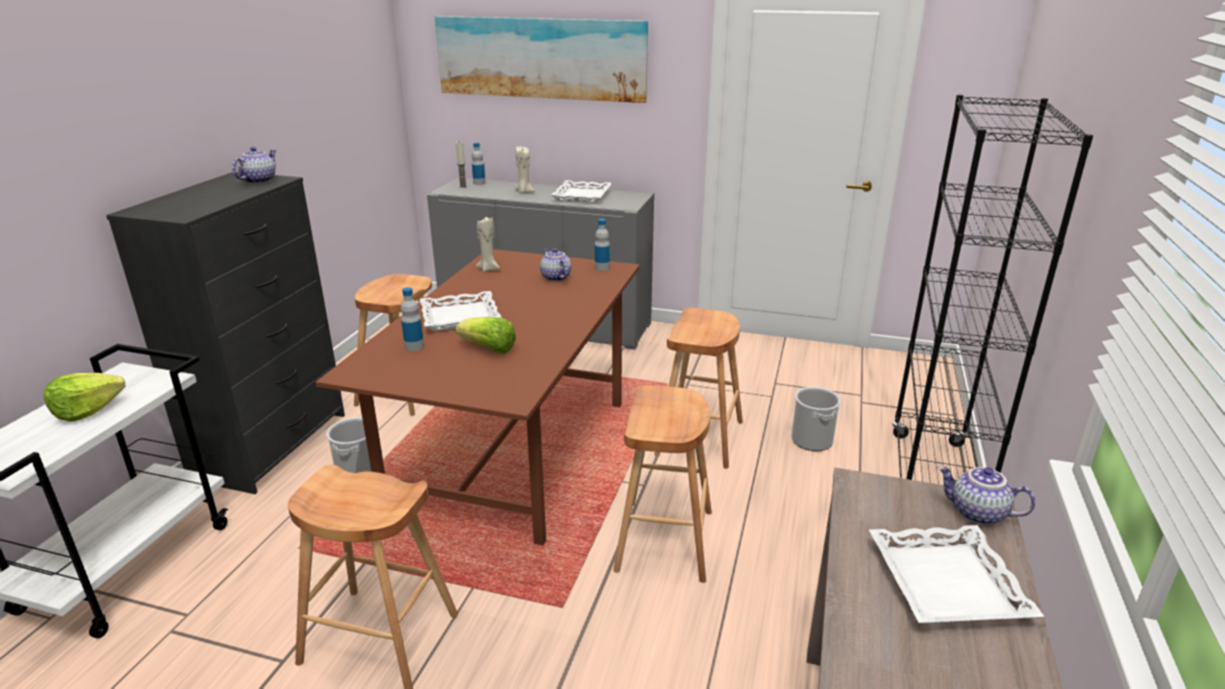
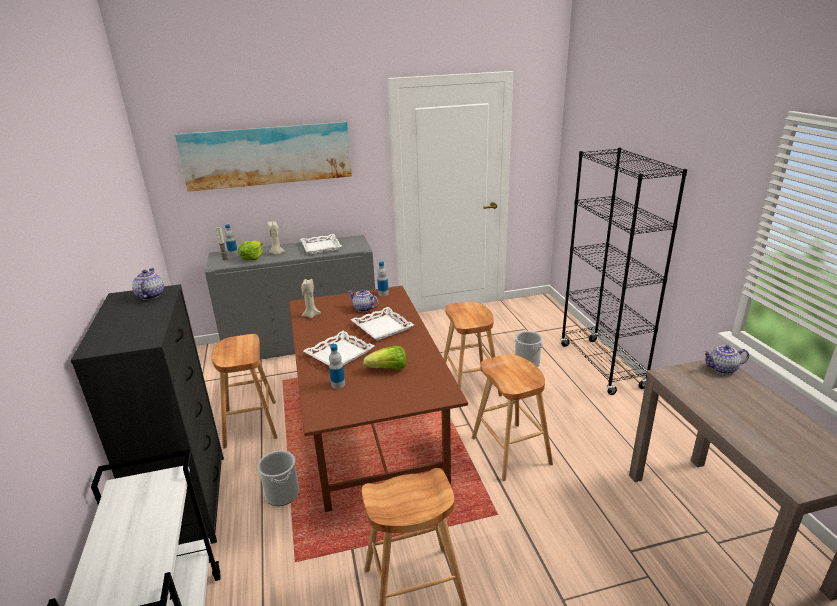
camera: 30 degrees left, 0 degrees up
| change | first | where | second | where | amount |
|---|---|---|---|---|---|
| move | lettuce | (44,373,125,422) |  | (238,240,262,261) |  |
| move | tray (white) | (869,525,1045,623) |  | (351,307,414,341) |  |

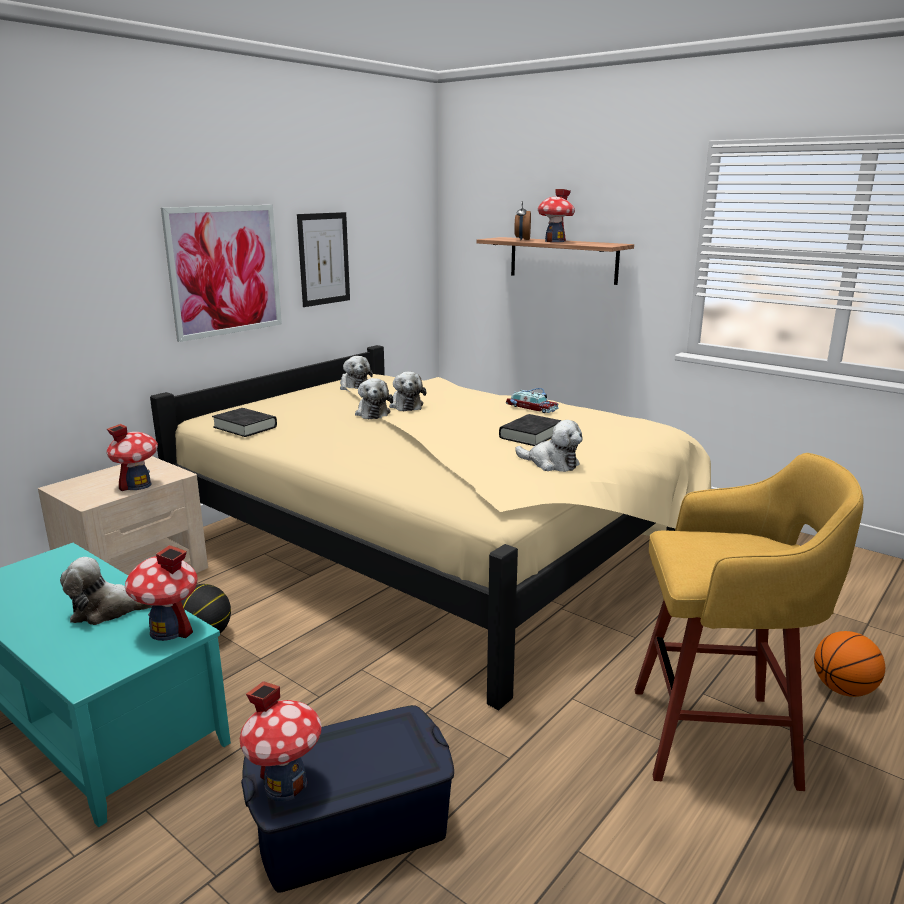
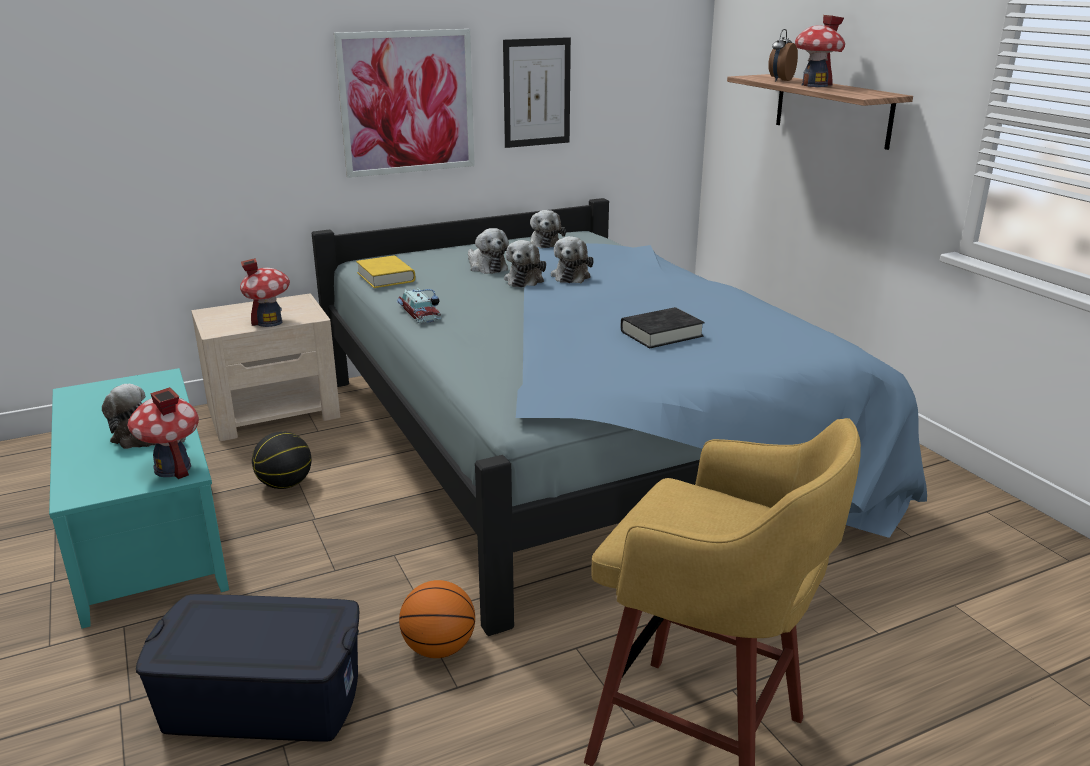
camera: 25 degrees right, 5 degrees up
| change | first | where | second | where | amount |
|---|---|---|---|---|---|
| recolor | bed (beige) | (150,345,711,710) | bed (blue) | (311,198,927,636) |  |
| recolor | book (black) | (212,408,277,437) | book (yellow) | (356,256,415,288) |  |
| delete | toy house | (240,681,321,801) |  |  |  |
| move | toy car | (506,388,559,413) |  | (397,288,441,323) |  |
| move | plush toy | (515,420,582,472) |  | (468,228,509,274) |  |
| move | basketball | (814,631,885,697) |  | (399,580,475,658) |  |

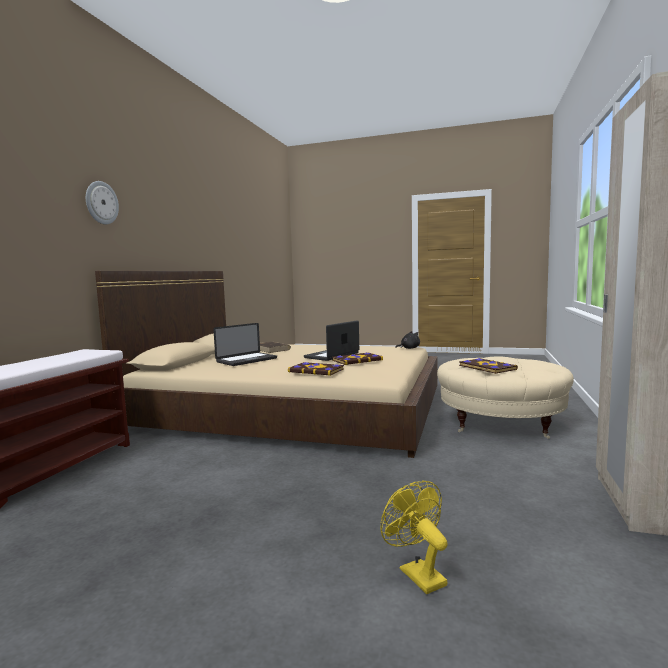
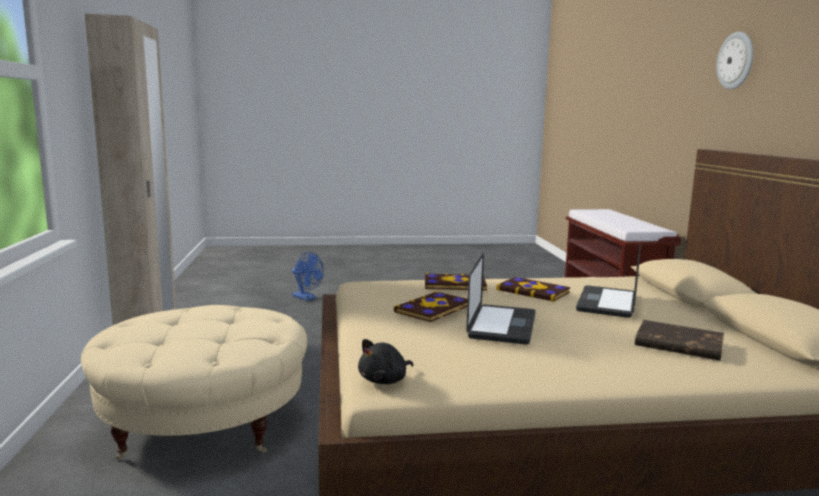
camera: 155 degrees right, 5 degrees up
| change | first | where | second | where | amount |
|---|---|---|---|---|---|
| recolor | fan (yellow) | (380,480,448,594) | fan (blue) | (292,252,324,301) |  |
| move | book | (459,358,518,374) |  | (496,277,570,302) |  |

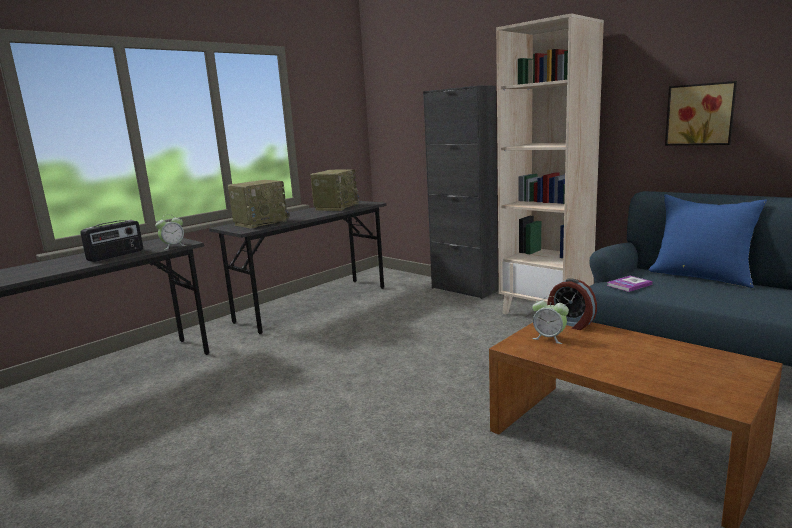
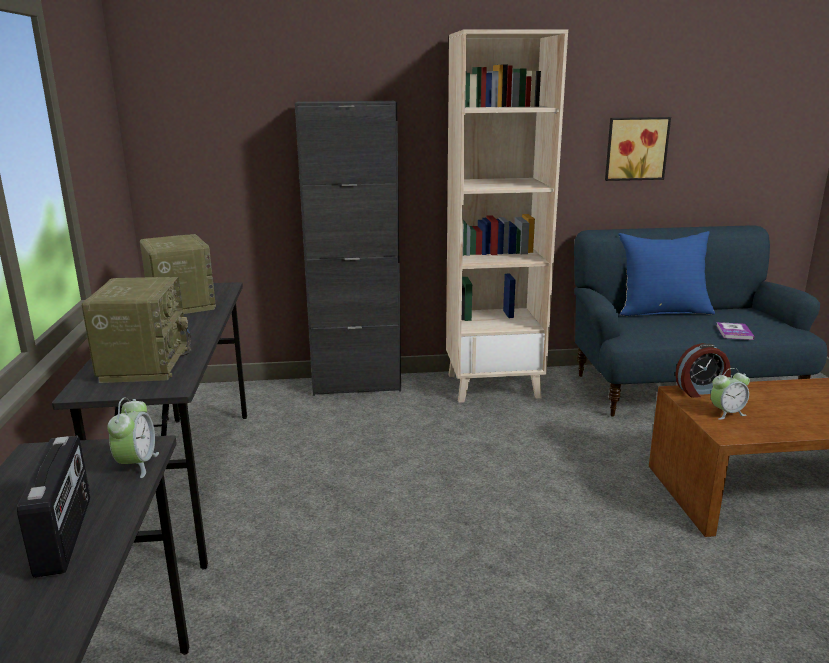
camera: 50 degrees left, 5 degrees up
| change | first | where | second | where | amount |
|---|---|---|---|---|---|
| move | book | (607,276,653,292) |  | (717,322,755,340) |  |

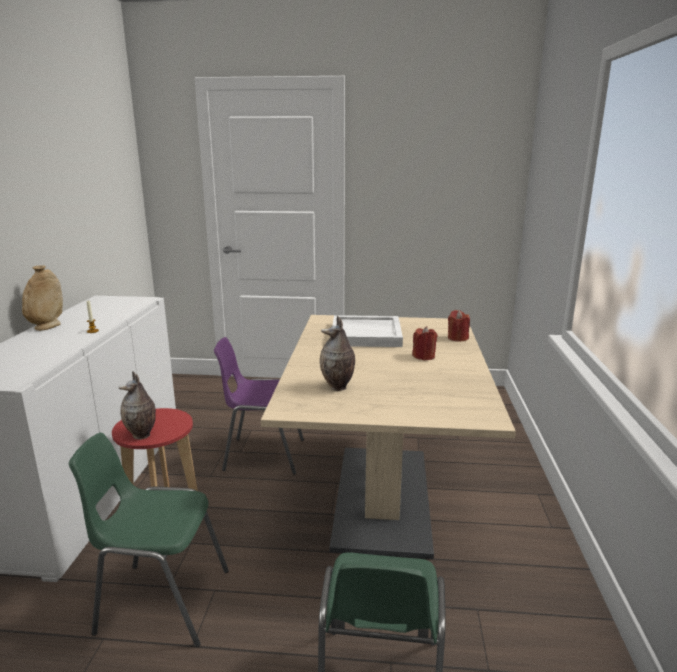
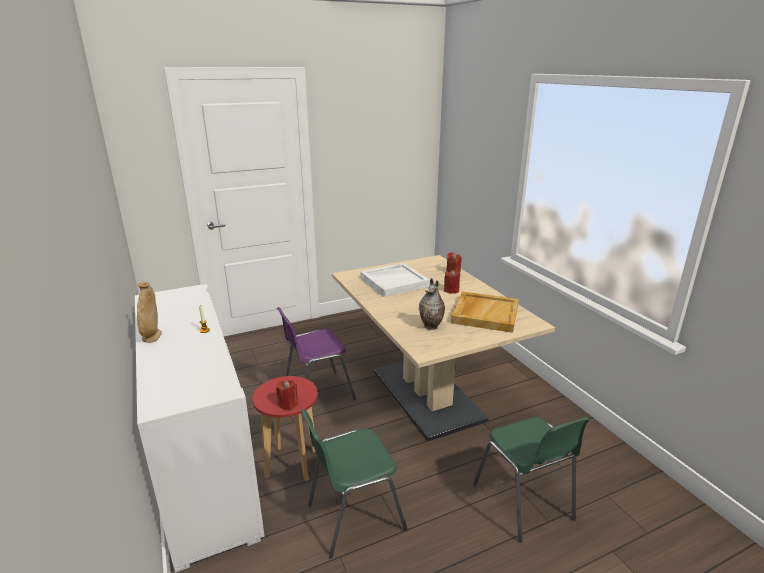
camera: 30 degrees left, 5 degrees up
| change | first | where | second | where | amount |
|---|---|---|---|---|---|
| replace | vase | (119,371,156,440) | candle (red) | (276,379,298,410) |  |
| insert |  |  | tray (beige) | (451,292,519,333) |  |

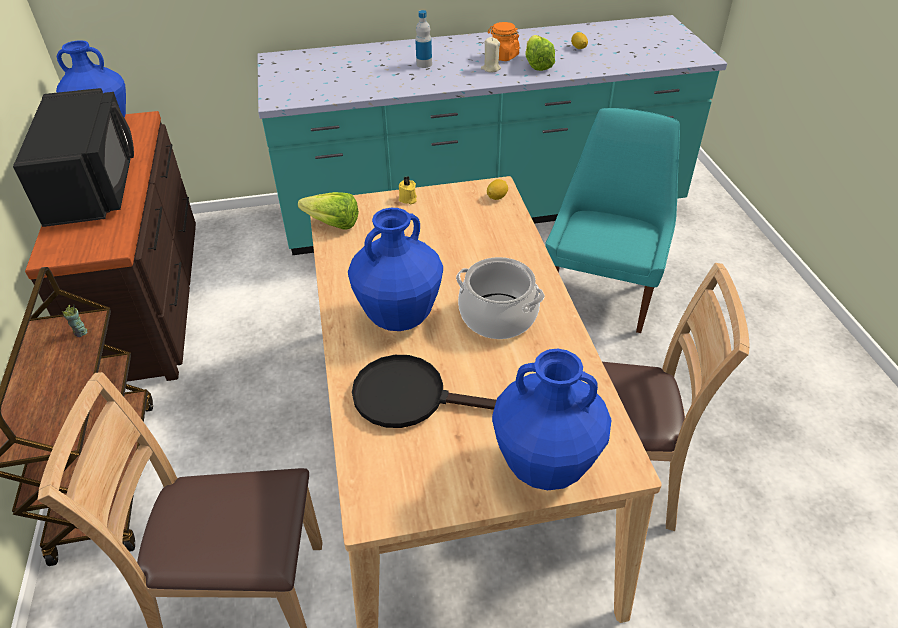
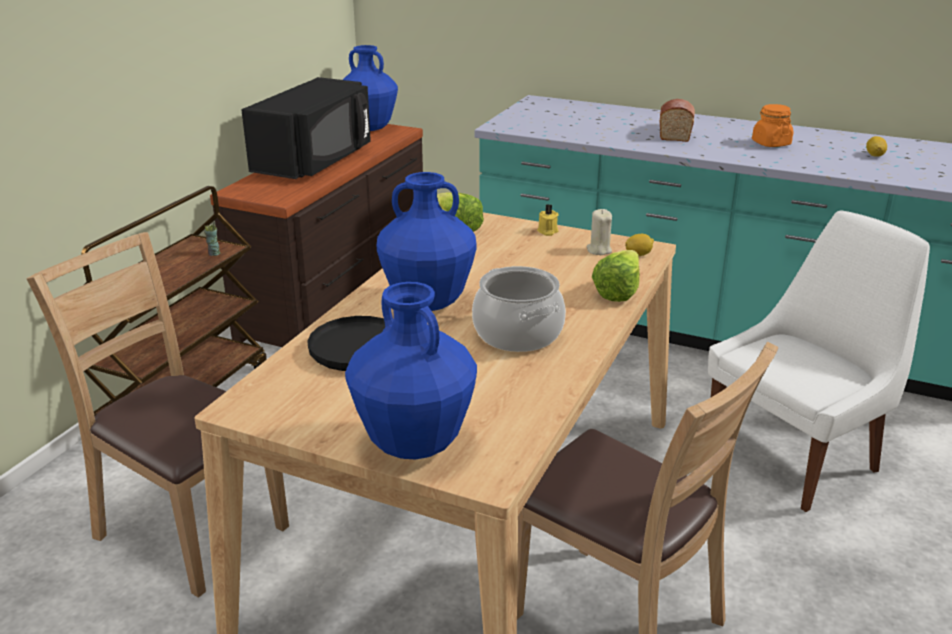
camera: 35 degrees right, 15 degrees down
| change | first | where | second | where | amount |
|---|---|---|---|---|---|
| replace | bottle | (415,10,432,68) | bread | (660,99,695,142) |  |
| move | candle (beige) | (481,37,501,72) |  | (586,209,612,255) |  |
| move | lettuce | (525,35,555,71) |  | (592,250,640,302) |  |
| recolor | chair (turquoise) | (545,108,680,333) | chair (white) | (708,211,930,512) |  |

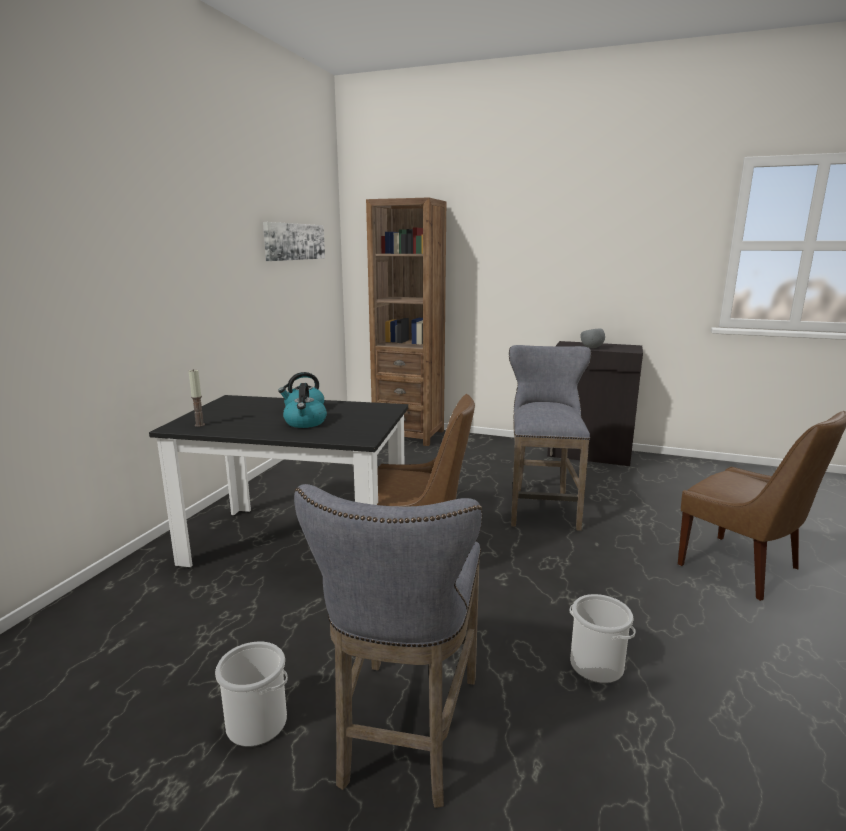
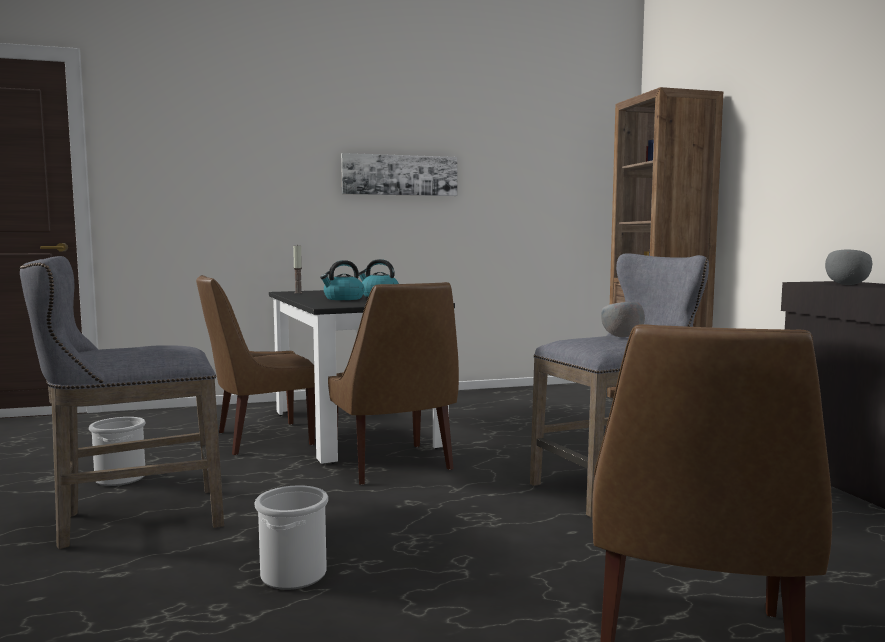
camera: 55 degrees right, 10 degrees down
| change | first | where | second | where | amount |
|---|---|---|---|---|---|
| move | picture | (263,222,325,261) |  | (341,153,457,196) |  |
| insert |  |  | chair (brown) | (196,275,315,455) |  |
| insert |  |  | bowl (grey) | (601,302,645,337) |  |

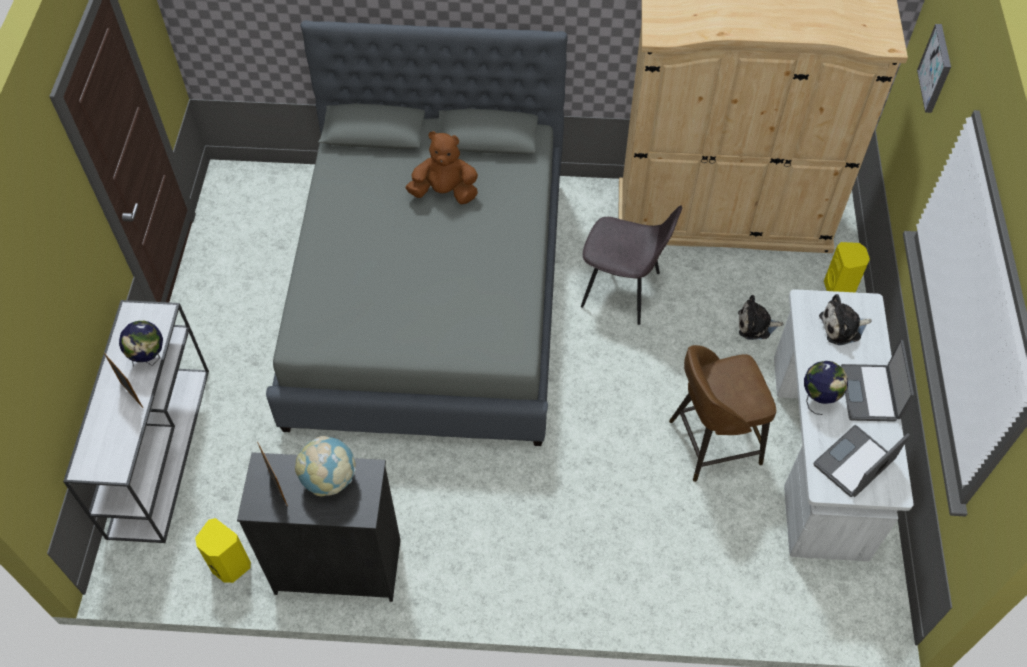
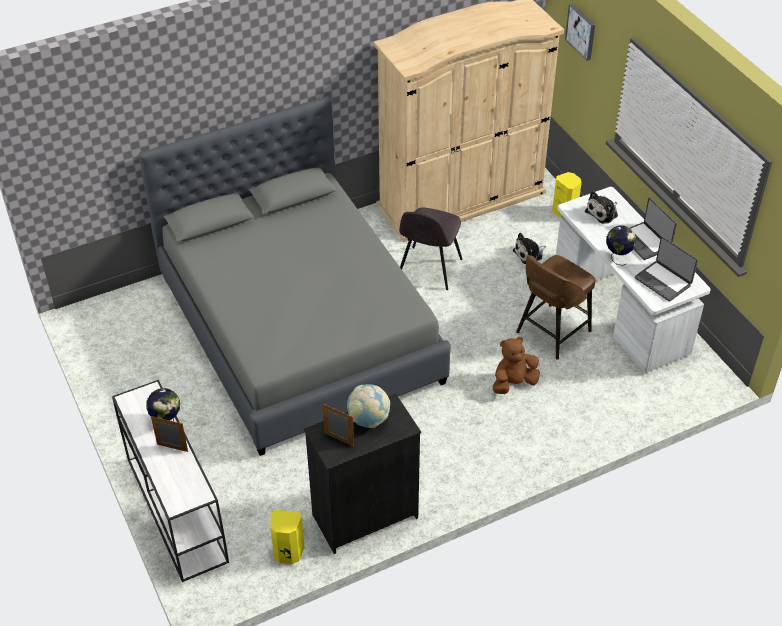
camera: 30 degrees left, 10 degrees down
| change | first | where | second | where | amount |
|---|---|---|---|---|---|
| move | plush toy (brown) | (406,131,478,204) |  | (493,337,540,394) |  |
| rotate | chair (grey) | (581,205,682,325) |  | (399,208,463,290) | 120 degrees clockwise |
| rotate | laptop | (814,425,910,497) |  | (635,236,698,302) | 60 degrees counterclockwise |

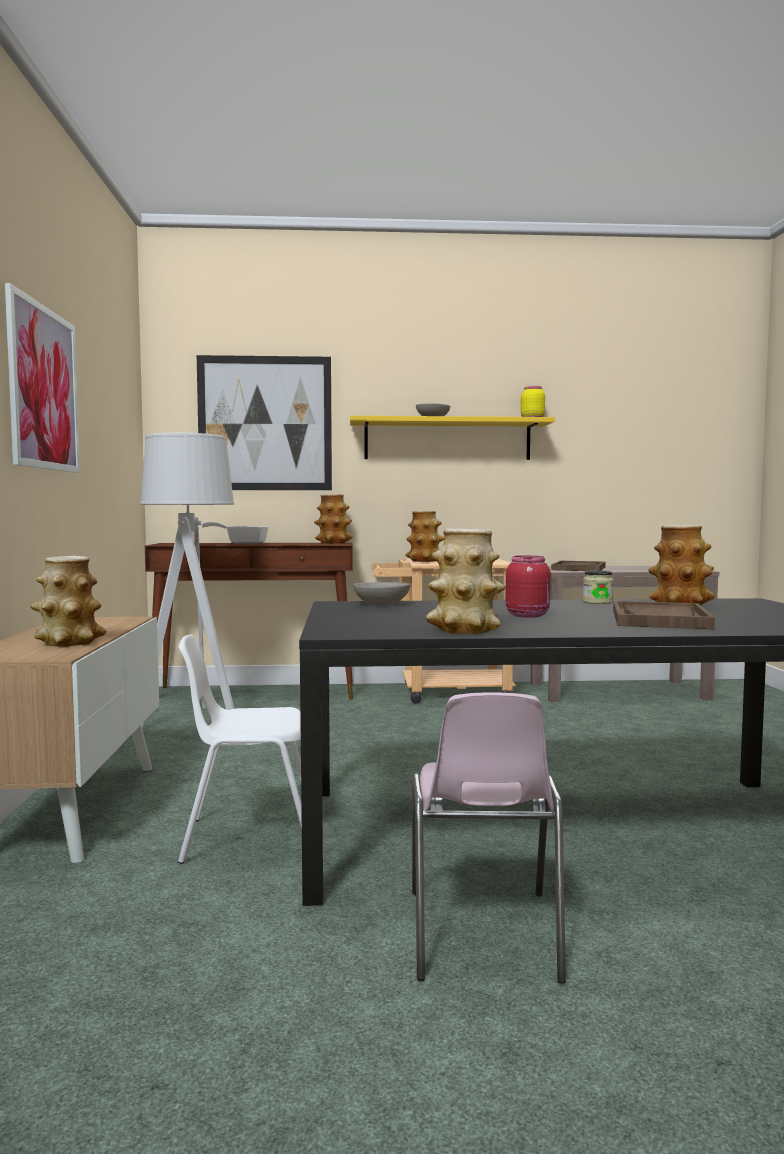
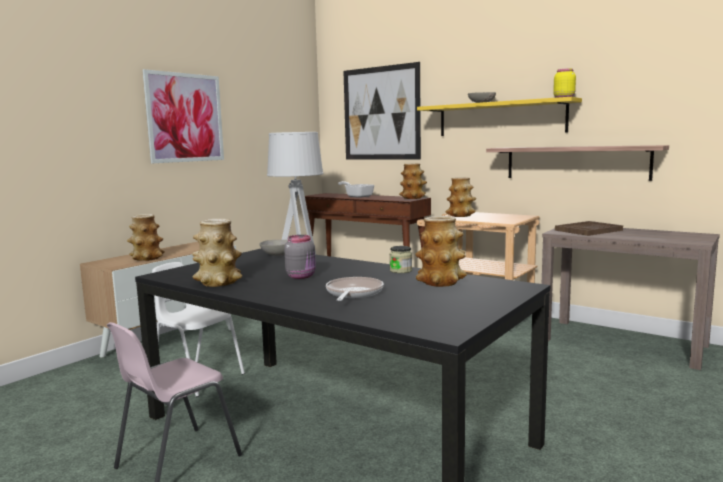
camera: 40 degrees right, 5 degrees up
| change | first | where | second | where | amount |
|---|---|---|---|---|---|
| recolor | jar (red) | (505,556,551,618) | jar (grey) | (284,235,316,279) |  |
| replace | tray (brown) | (613,601,715,629) | frying pan | (326,277,384,301) |  |
| insert |  |  | shelf | (486,145,669,181) |  |

